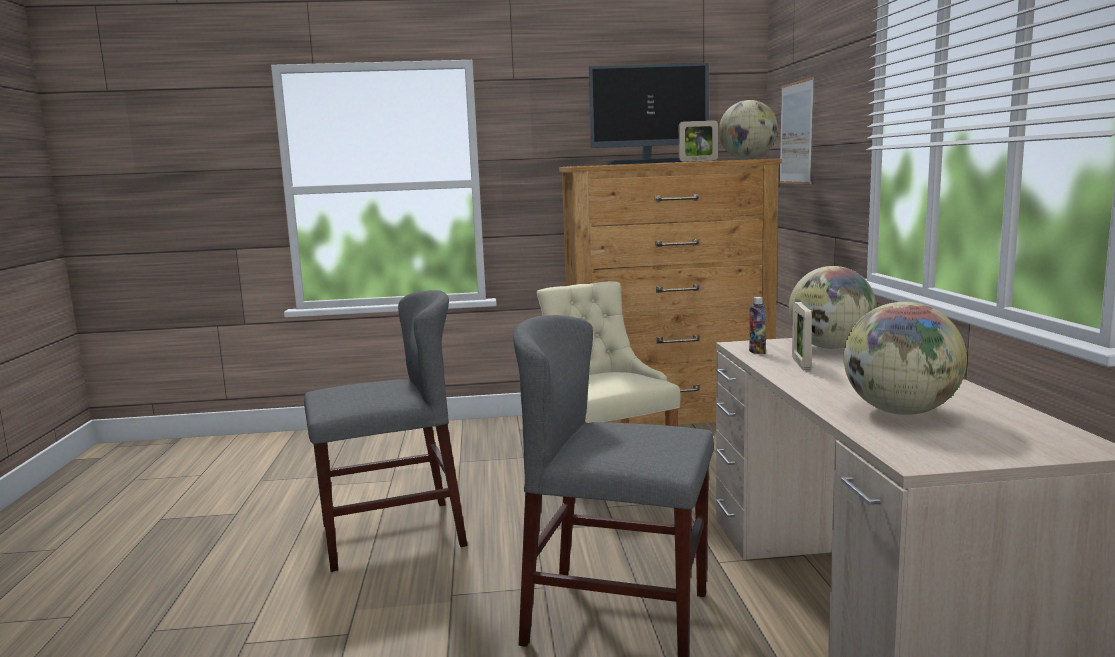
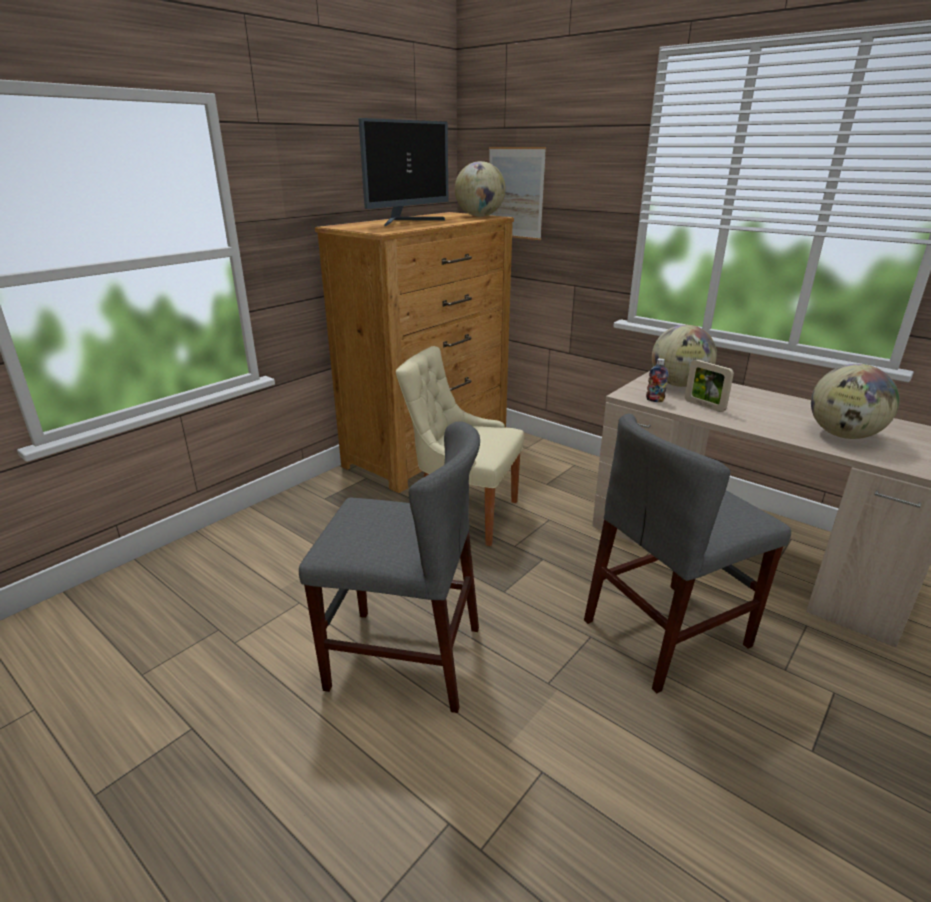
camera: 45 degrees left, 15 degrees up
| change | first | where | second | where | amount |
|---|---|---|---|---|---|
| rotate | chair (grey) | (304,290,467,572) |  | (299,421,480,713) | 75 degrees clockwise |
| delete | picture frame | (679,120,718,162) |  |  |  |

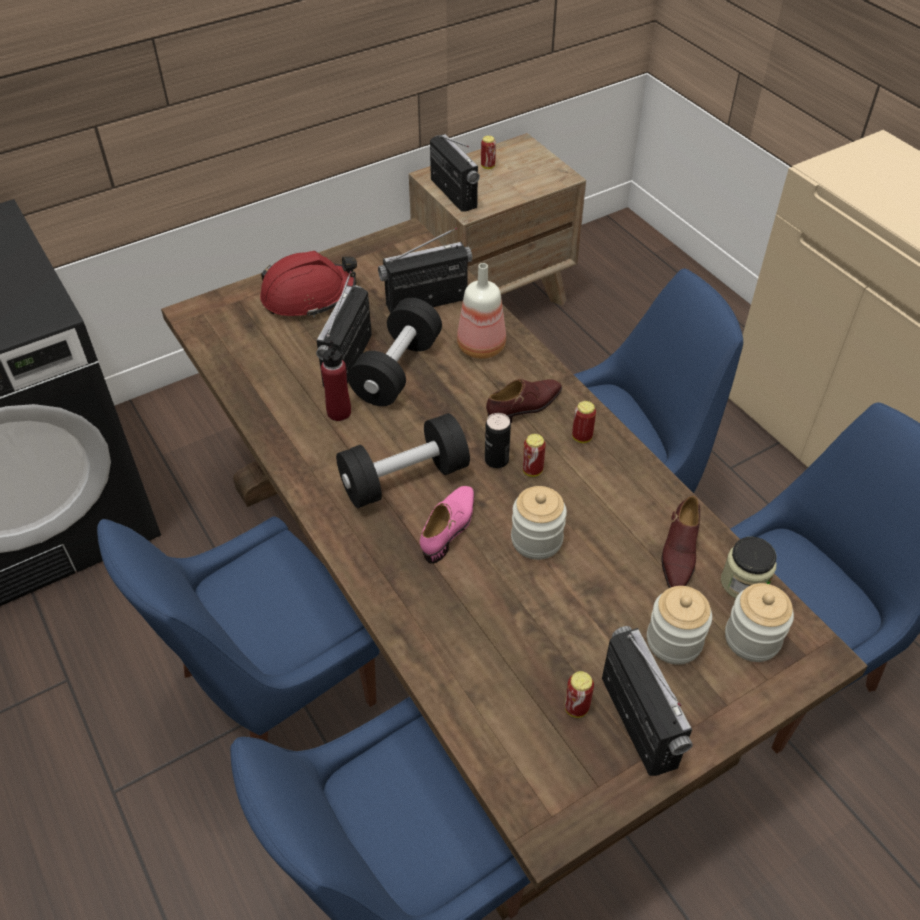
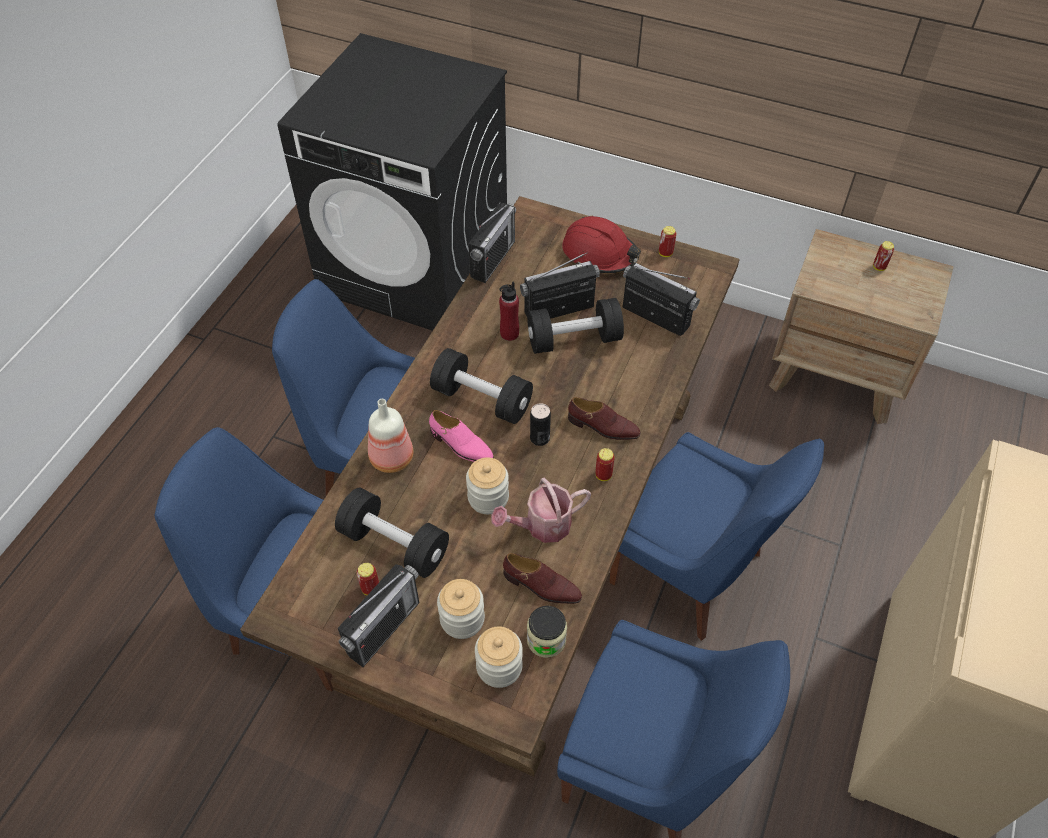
camera: 55 degrees right, 5 degrees up
| change | first | where | second | where | amount |
|---|---|---|---|---|---|
| rotate | shoe (pink) | (420,486,474,564) |  | (429,410,494,462) | 45 degrees clockwise |
| move | radio | (430,134,480,212) |  | (468,203,516,283) |  |
| move | bottle | (457,263,506,359) |  | (368,399,413,473) |  |
| move | can | (522,434,546,477) |  | (659,226,676,257) |  |
| rotate | shoe (brown) | (661,496,700,588) |  | (503,553,582,604) | 135 degrees counterclockwise |
| insert |  |  | dumbbell (black) | (335,488,449,578) |  |
| insert |  |  | watering can | (491,478,591,543) |  |

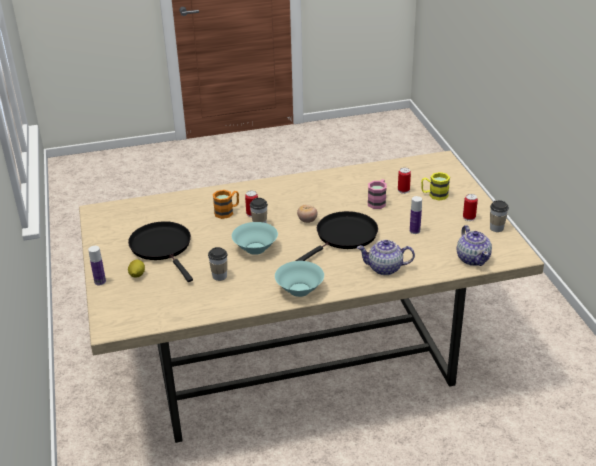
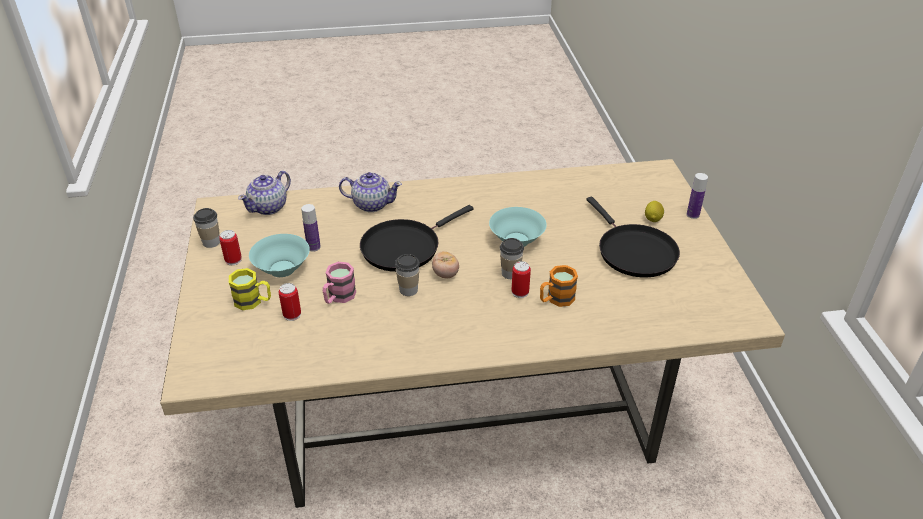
camera: 175 degrees left, 5 degrees up
| change | first | where | second | where | amount |
|---|---|---|---|---|---|
| move | cup | (208,247,228,281) |  | (395,254,420,296) |  |
| move | bowl (turquoise) | (275,261,324,297) |  | (249,234,310,277) |  |
| rotate | teapot | (457,225,492,266) |  | (238,171,291,215) | 135 degrees counterclockwise |

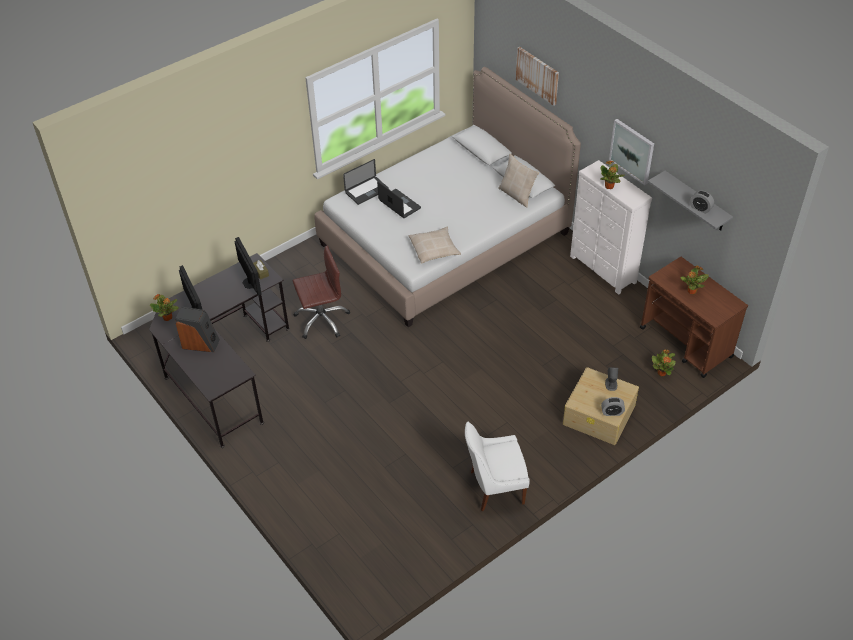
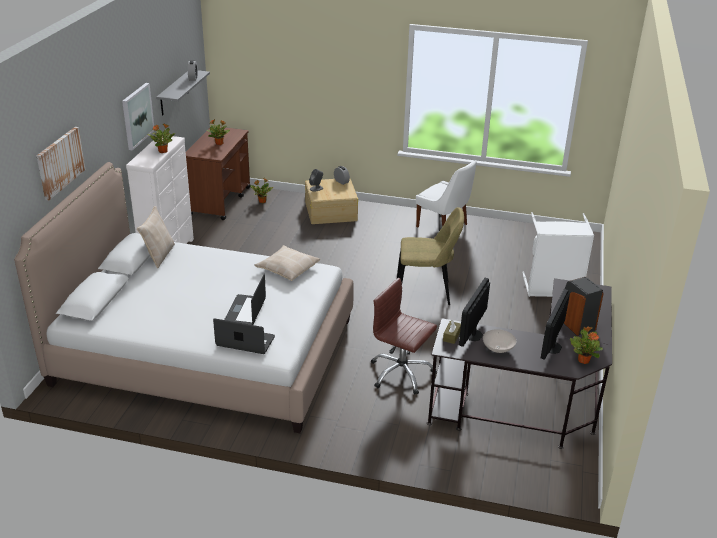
camera: 130 degrees left, 15 degrees down
| change | first | where | second | where | amount |
|---|---|---|---|---|---|
| insert |  |  | chair (beige) | (397,207,464,305) |  |
| insert |  |  | bowl (white) | (483,329,516,353) |  |
| insert |  |  | laundry basket (white) | (522,212,594,297) |  |

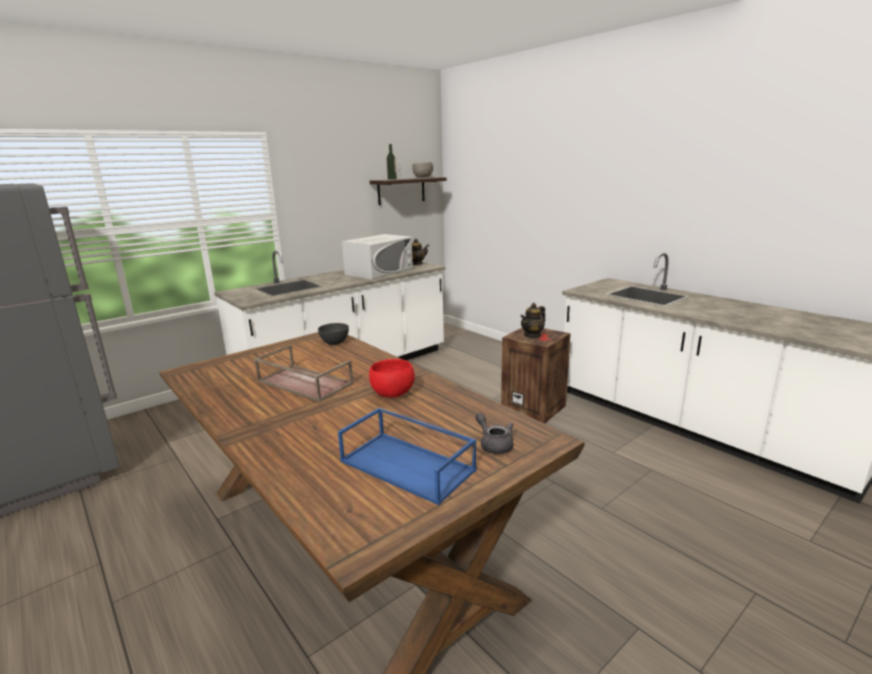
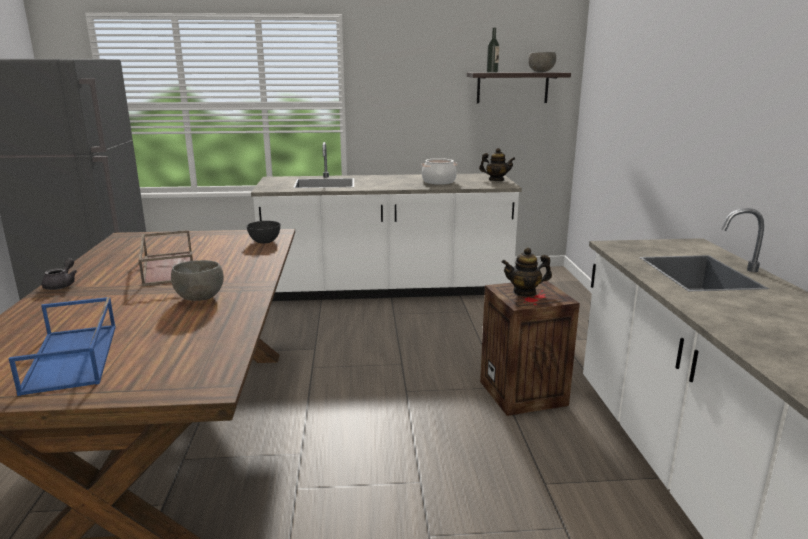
camera: 35 degrees right, 0 degrees up
| change | first | where | second | where | amount |
|---|---|---|---|---|---|
| replace | microwave (white) | (342,234,413,279) | cooking pot | (421,158,458,185) |  |
| recolor | bowl (red) | (369,359,415,398) | bowl (grey) | (171,260,224,301) |  |
| move | teapot (grey) | (476,413,513,454) |  | (42,258,77,290) |  |

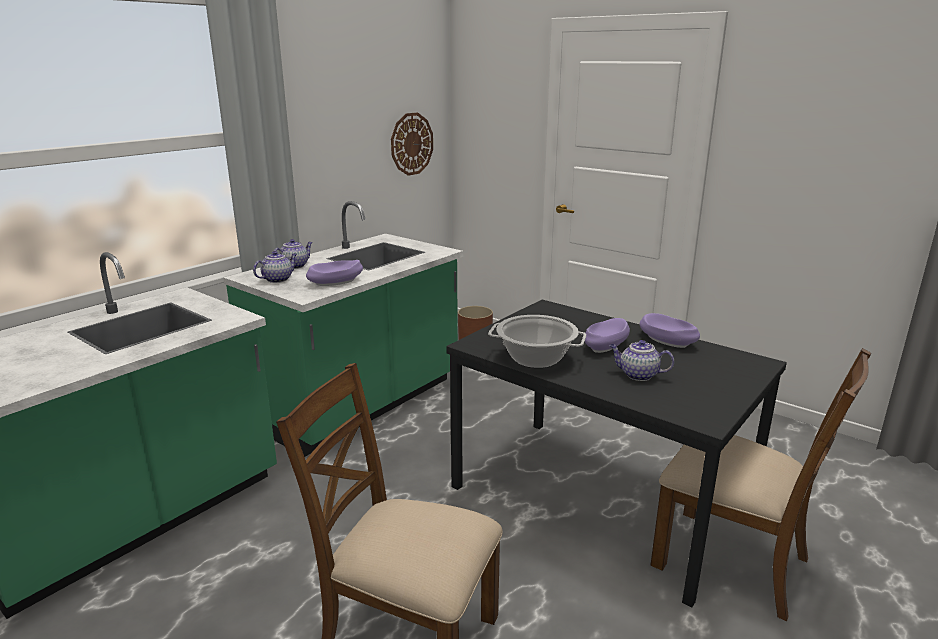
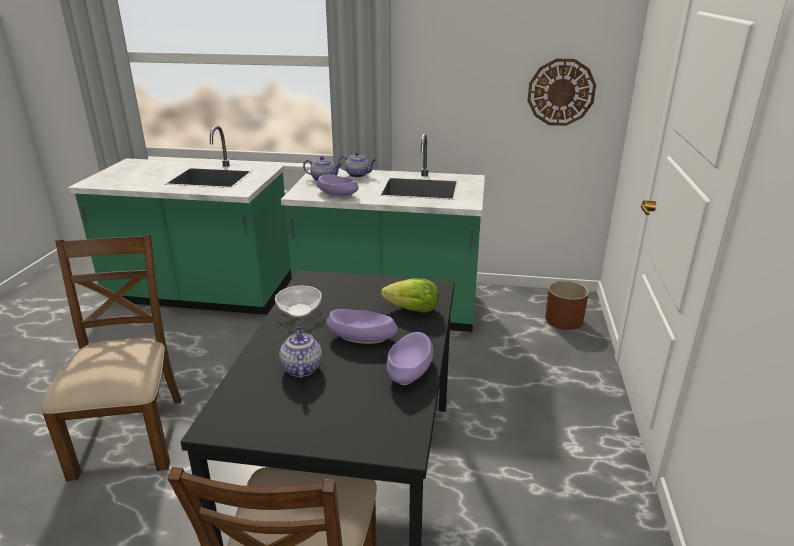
camera: 60 degrees right, 5 degrees up
| change | first | where | second | where | amount |
|---|---|---|---|---|---|
| replace | cooking pot | (488,315,586,368) | bowl | (275,286,322,317) |  |
| insert |  |  | lettuce | (381,279,438,313) |  |

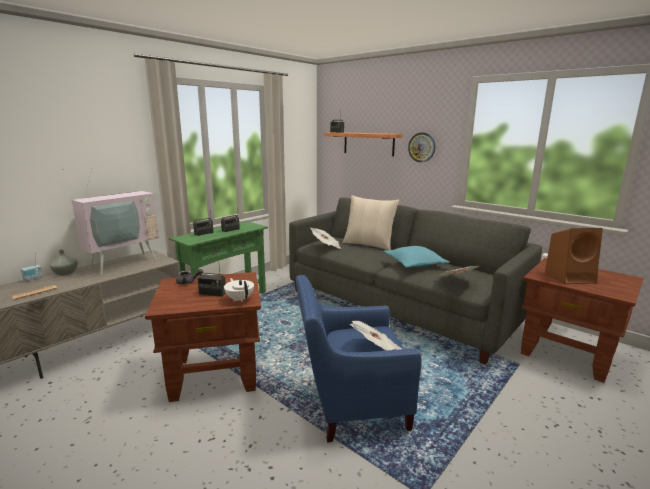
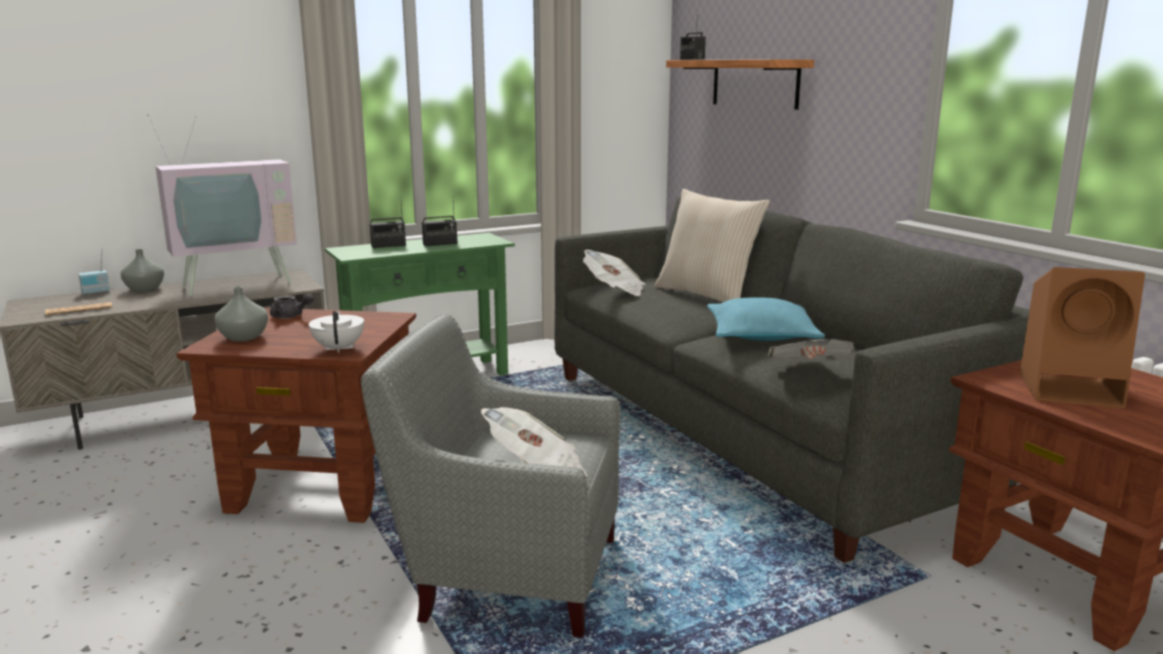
camera: 20 degrees right, 0 degrees up
| change | first | where | second | where | amount |
|---|---|---|---|---|---|
| delete | radio | (197,268,226,297) |  |  |  |
| recolor | armchair (blue) | (296,275,422,443) | armchair (grey) | (361,314,621,638) |  |
| delete | wall clock | (408,133,435,162) |  |  |  |
| insert |  |  | vase (grey) | (215,286,268,341) |  |

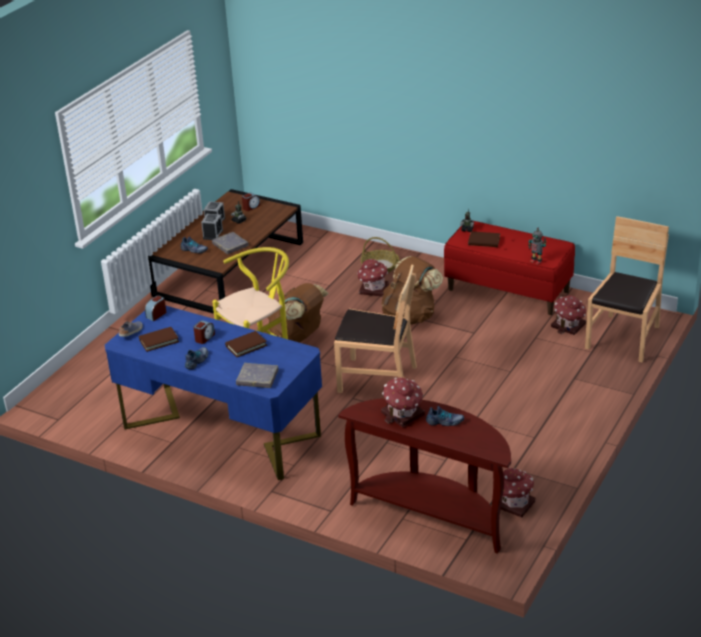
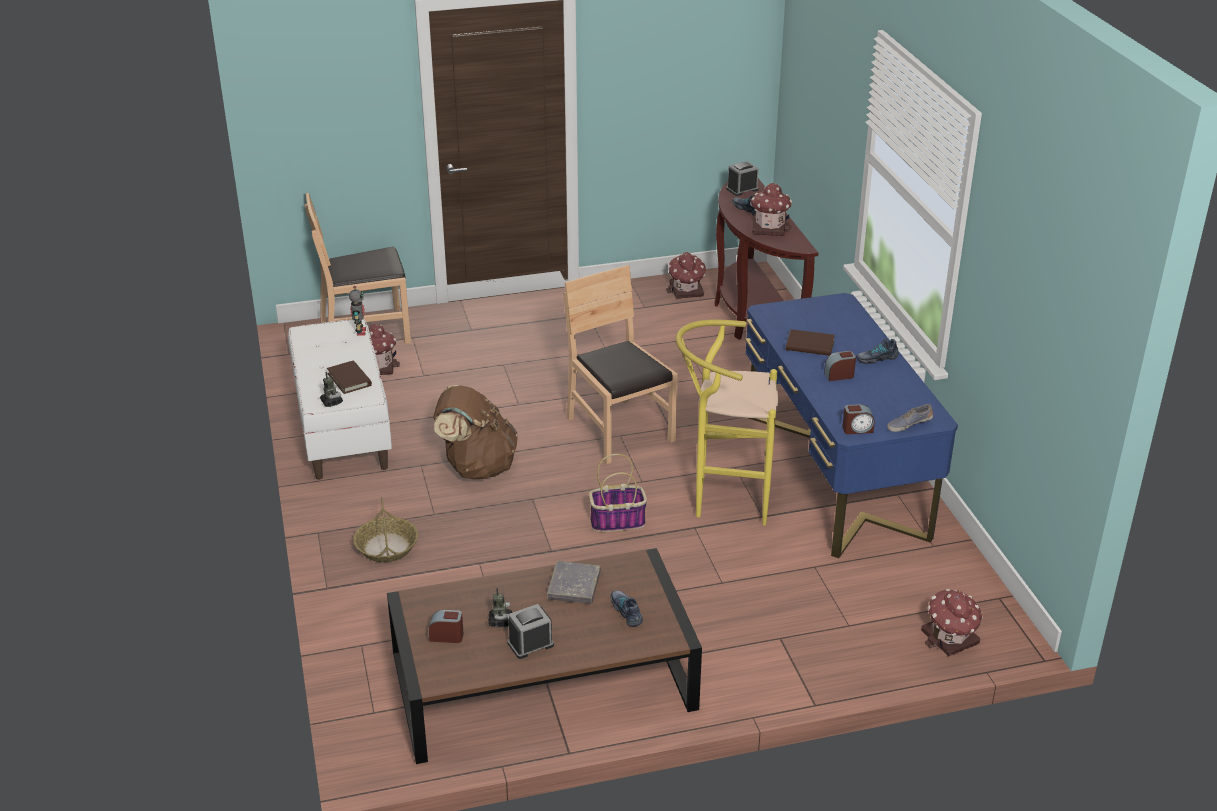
camera: 135 degrees left, 0 degrees up
| change | first | where | second | where | amount |
|---|---|---|---|---|---|
| delete | book (brown) | (139,327,179,352) |  |  |  |
| move | alarm clock | (201,214,223,240) |  | (726,161,759,196) |  |
| delete | book (grey) | (236,363,279,388) |  |  |  |
| replace | backpack (brown) | (267,283,329,343) | basket | (589,454,647,532) |  |
| move | toy house | (357,259,389,296) |  | (921,589,983,656) |  |
| recolor | bench (red) | (444,221,575,315) | bench (white) | (288,318,392,480) |  |

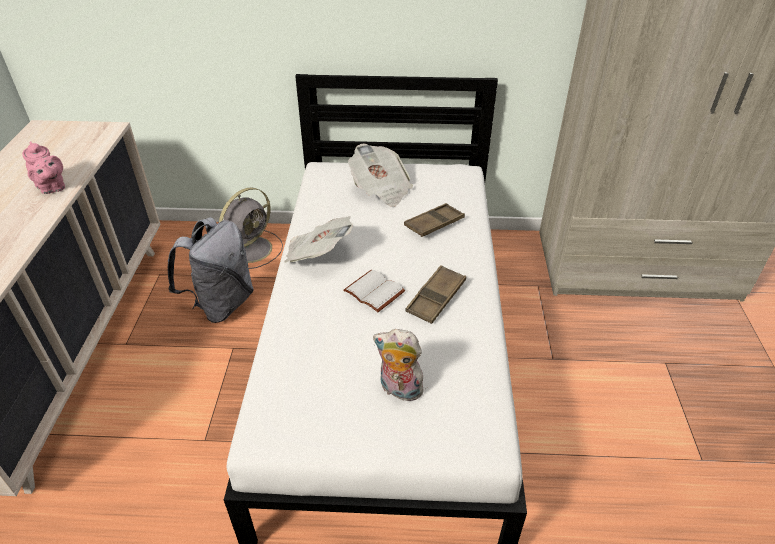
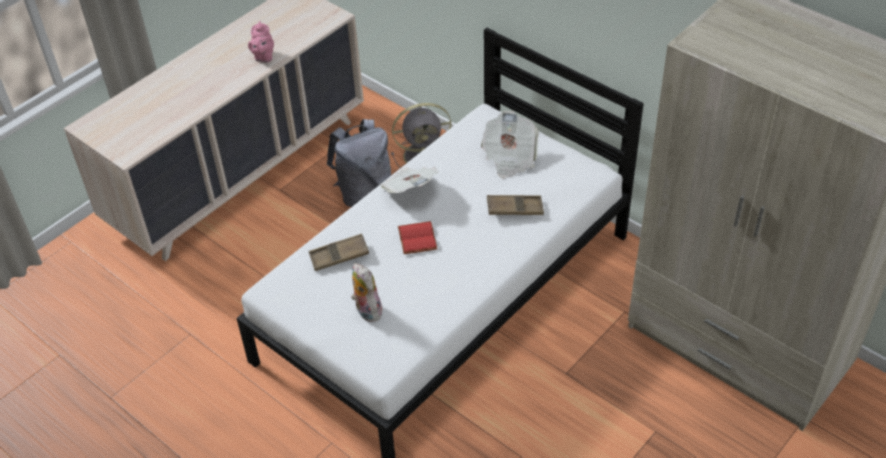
camera: 40 degrees right, 5 degrees up
| change | first | where | second | where | amount |
|---|---|---|---|---|---|
| recolor | book (white) | (343,270,405,313) | book (red) | (398,221,438,254) |  |
| move | tray (brown) | (405,265,466,324) |  | (308,234,369,271) |  |

